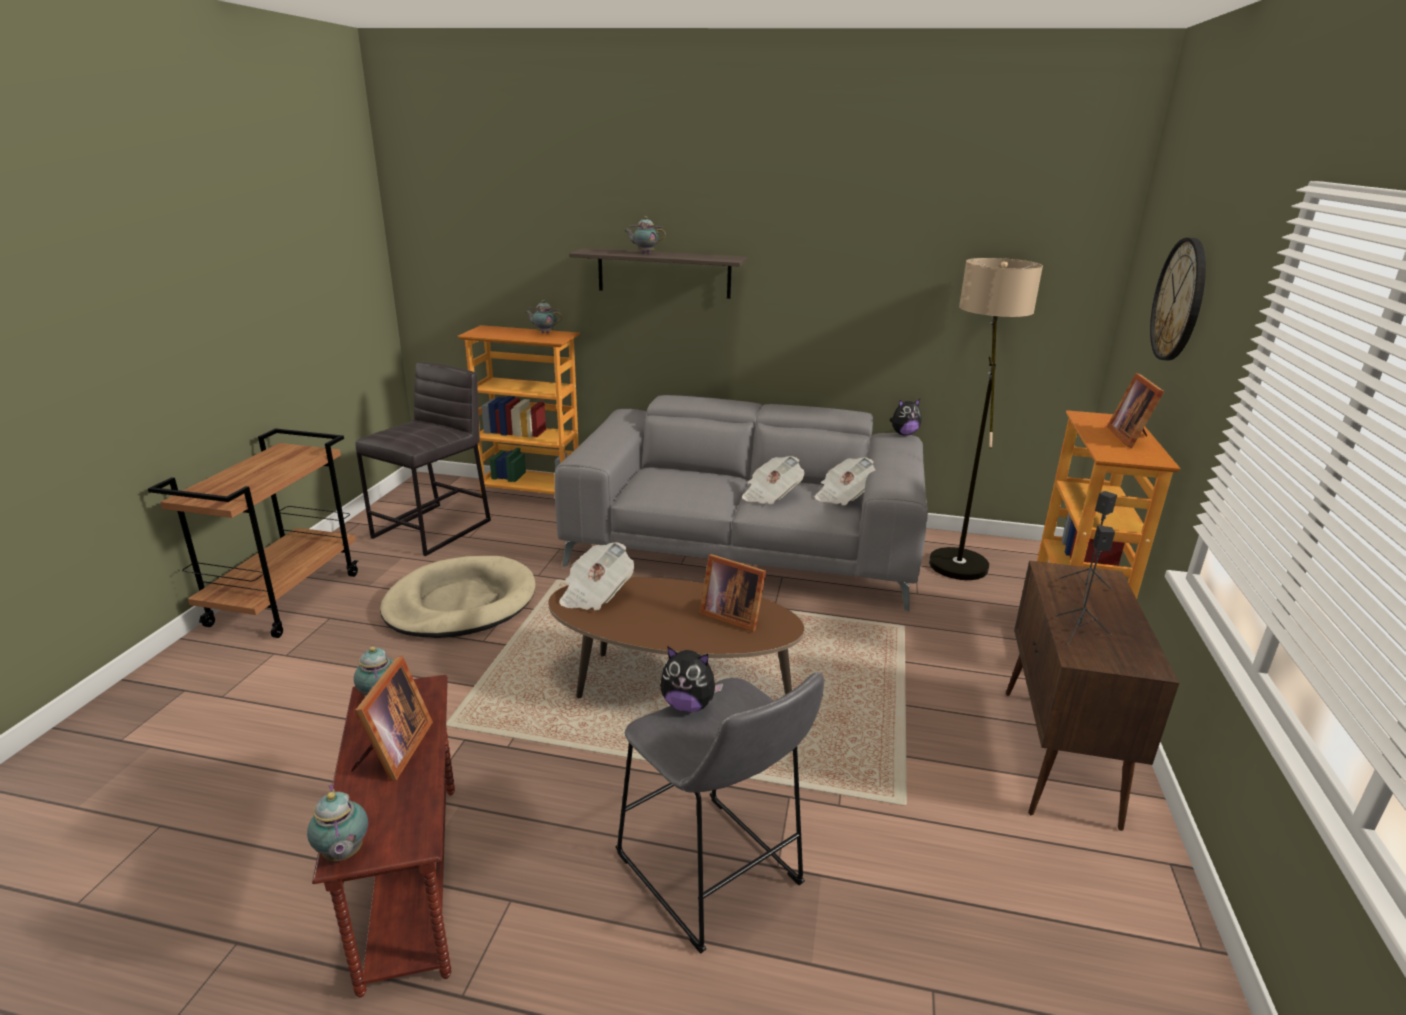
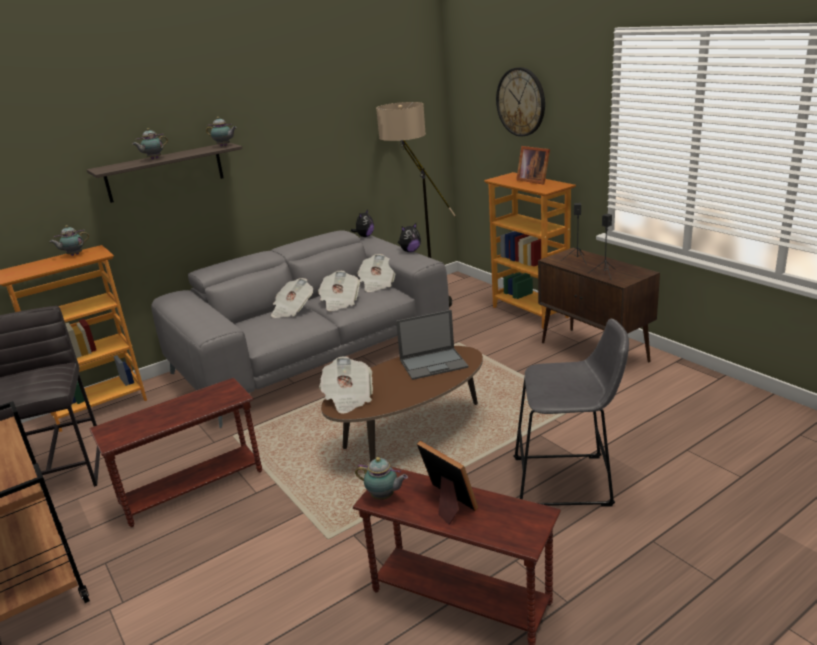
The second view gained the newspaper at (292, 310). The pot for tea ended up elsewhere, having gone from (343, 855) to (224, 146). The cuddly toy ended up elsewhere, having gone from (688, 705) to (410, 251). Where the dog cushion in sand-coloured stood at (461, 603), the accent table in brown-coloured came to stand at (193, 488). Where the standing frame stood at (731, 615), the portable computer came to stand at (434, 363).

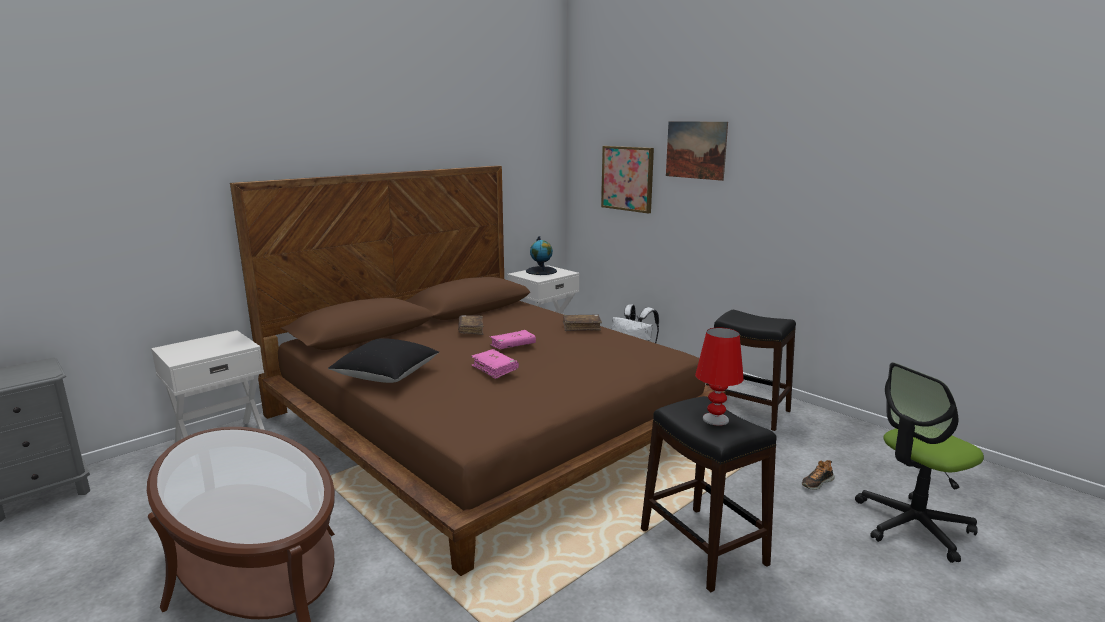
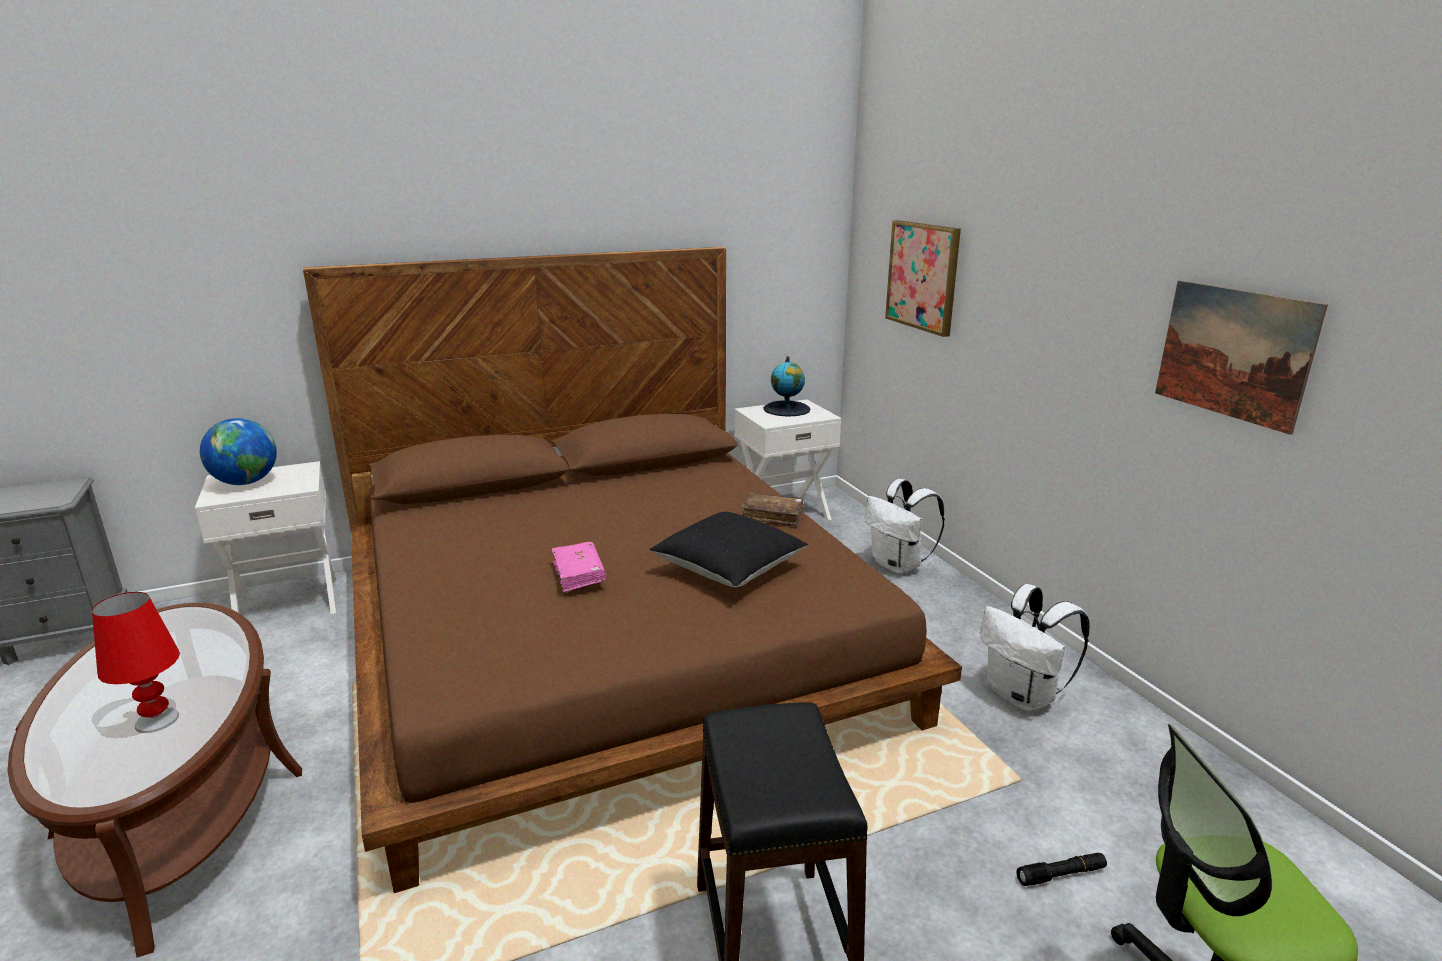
The second view lost the volume in brown-coloured at (471, 330). The second view lost the volume in pink at (513, 346). The second view gained the world globe at (246, 482). The cushion in black-coloured ended up elsewhere, having gone from (386, 376) to (729, 569). The wall picture ended up elsewhere, having gone from (695, 150) to (1233, 353). The lamp for a table in red ended up elsewhere, having gone from (715, 419) to (157, 720). Where the stool in black-coloured stood at (746, 411), the backpack in white came to stand at (1023, 696). Where the item of footwear stood at (817, 482), the hand torch in black-coloured came to stand at (1061, 875).

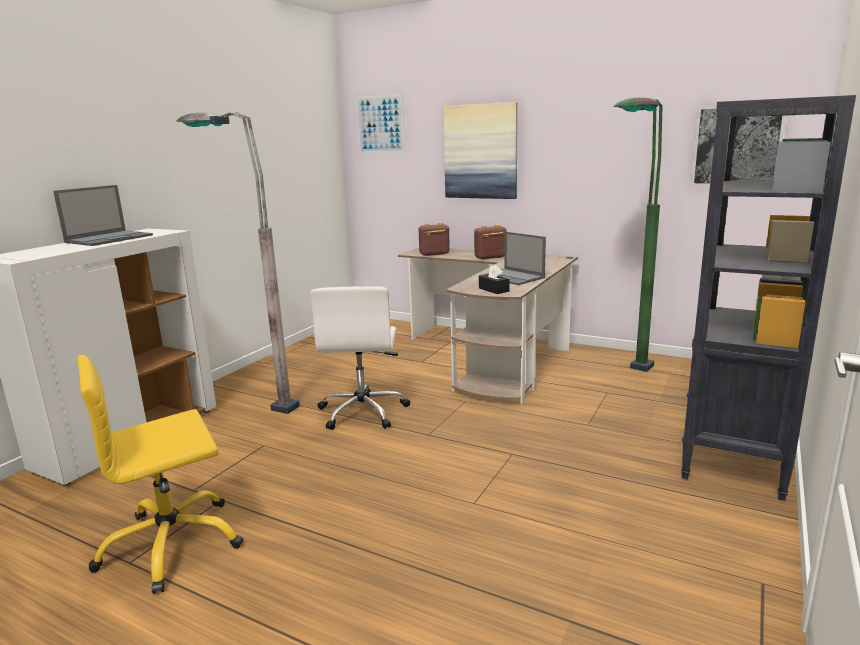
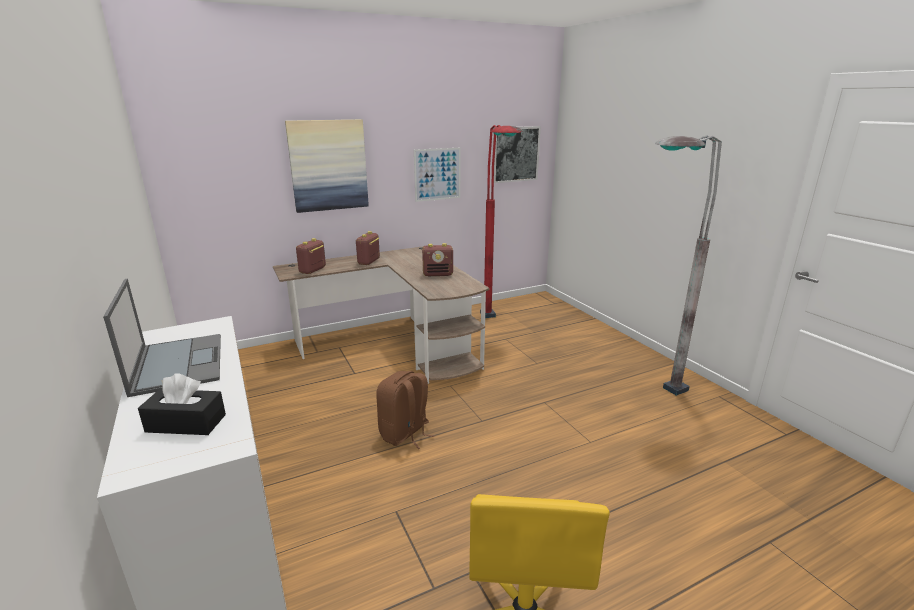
The second view lost the bookcase in black-coloured at (734, 461). The standard lamp in gray ended up elsewhere, having gone from (252, 401) to (648, 398). The wall picture ended up elsewhere, having gone from (380, 124) to (437, 174). The box of tissues in black-coloured ended up elsewhere, having gone from (493, 290) to (186, 423). Where the desk chair in white stood at (363, 412), the backpack in brown-coloured came to stand at (405, 434). Where the portable computer stood at (512, 277), the radio set came to stand at (438, 274). What was the standard lamp in greenish at (625, 379) turned into the standard lamp in red at (496, 326).

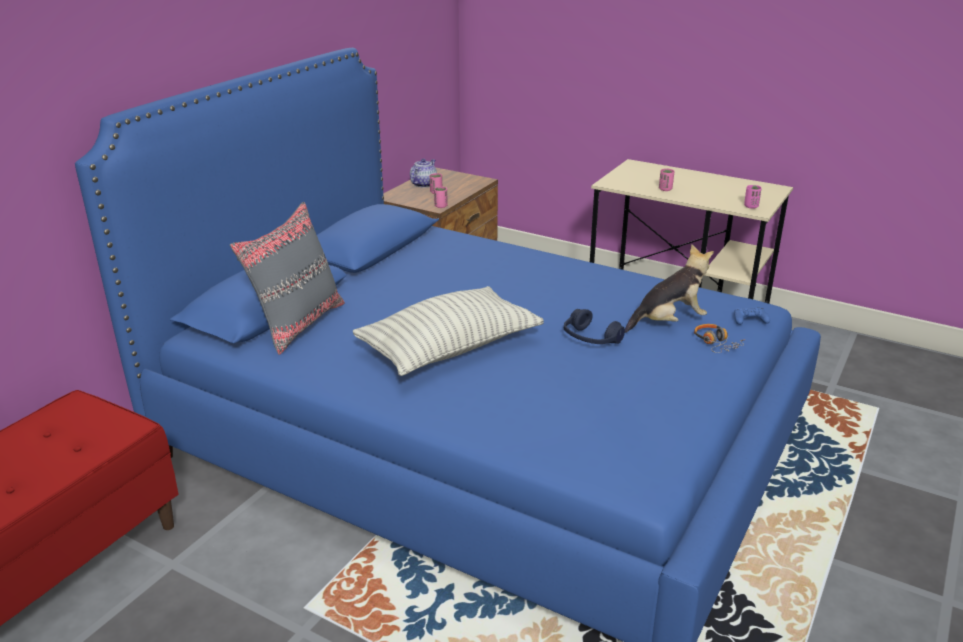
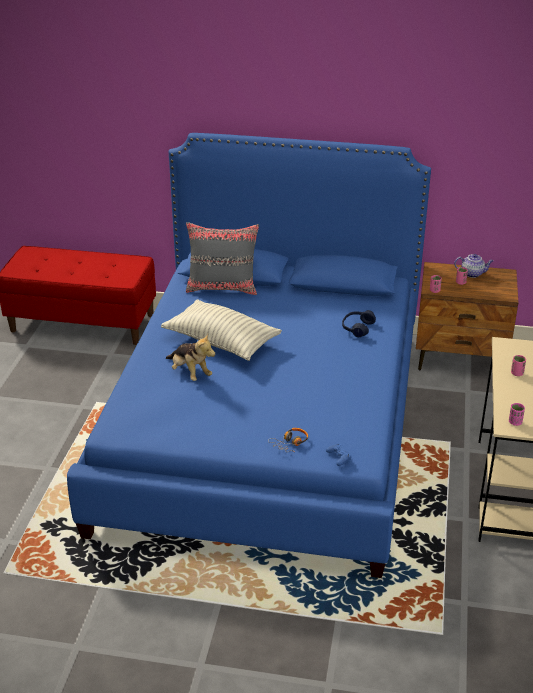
The pair of headphones in blue ended up elsewhere, having gone from (590, 339) to (357, 328). The cuddly toy ended up elsewhere, having gone from (668, 322) to (190, 373).

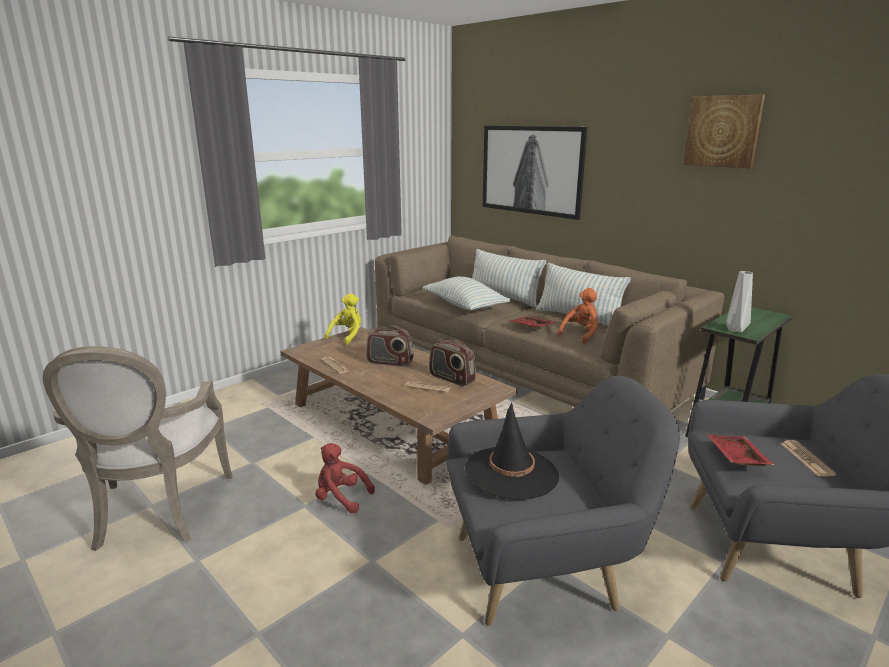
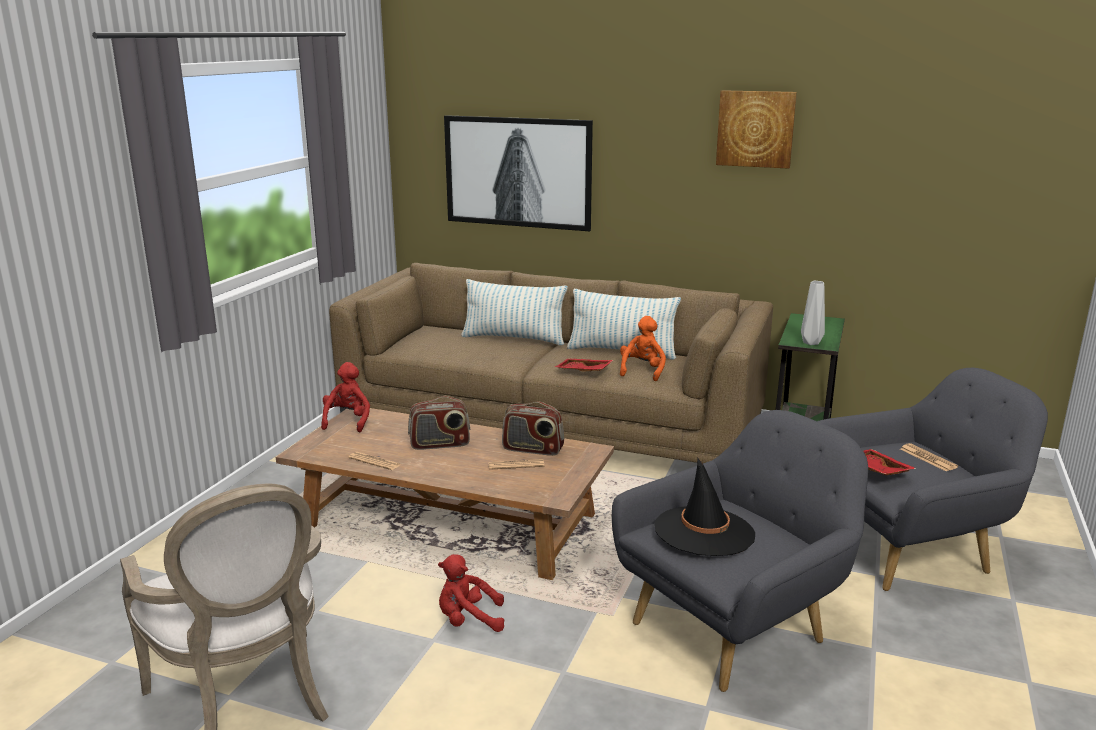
The second view lost the cushion at (464, 306). What was the cuddly toy in yellow at (347, 336) turned into the cuddly toy in red at (348, 421).

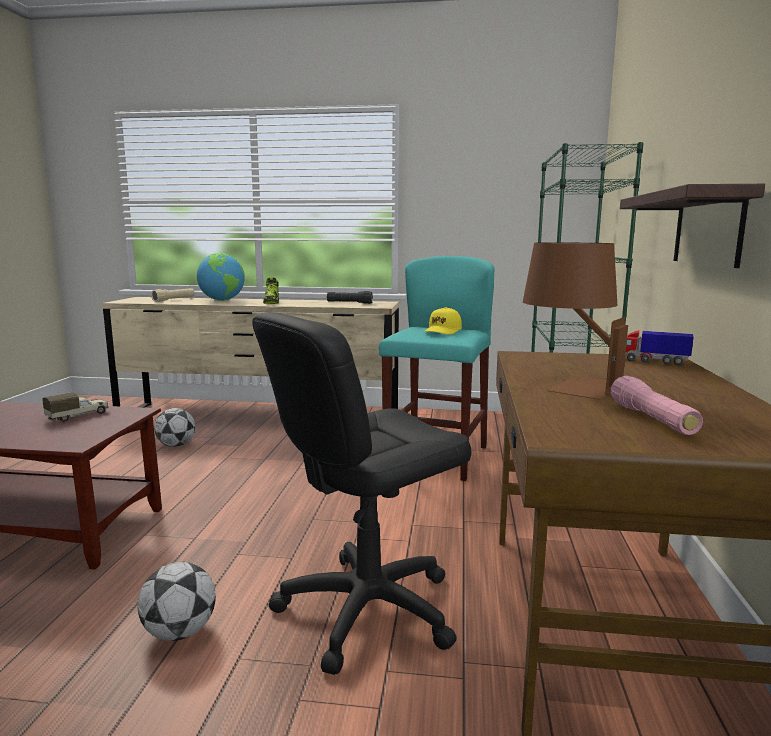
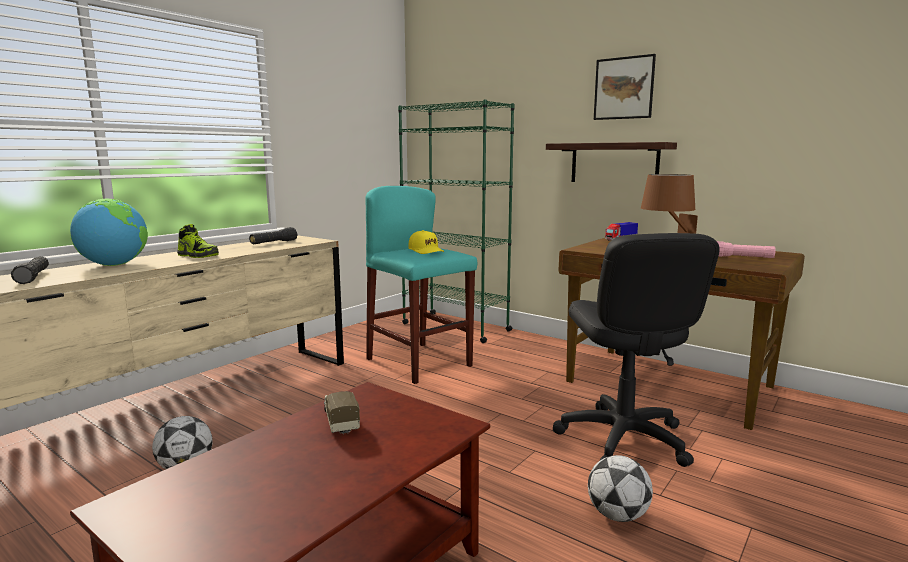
The second view gained the wall picture at (623, 88). What was the hand torch in sand-coloured at (174, 300) turned into the hand torch in black-coloured at (33, 277).

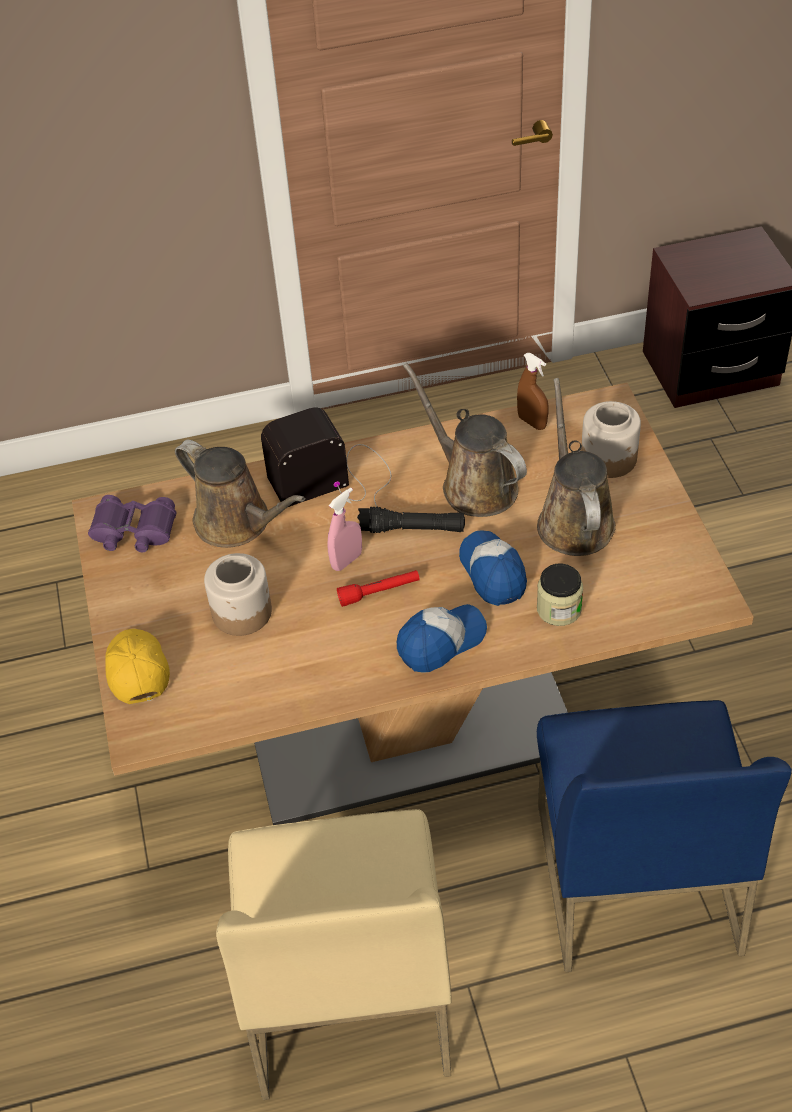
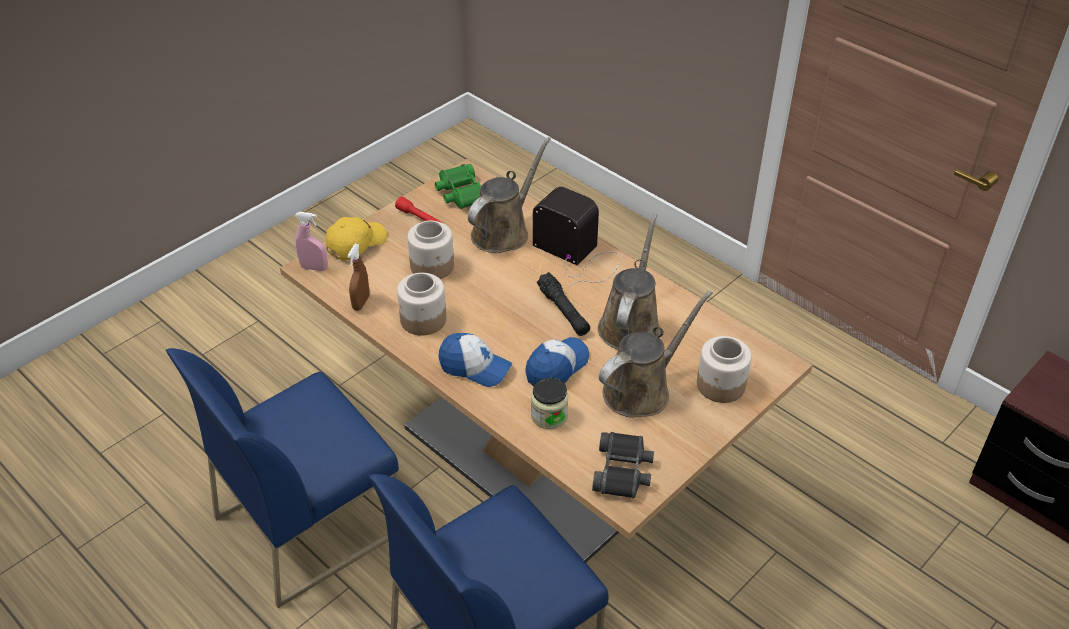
The second view gained the storage jar at (423, 320). The second view gained the pair of binoculars in black-coloured at (623, 471). The sprayer in pink ended up elsewhere, having gone from (346, 561) to (314, 268). The hand torch in red ended up elsewhere, having gone from (379, 592) to (420, 219). The sprayer in brown-coloured ended up elsewhere, having gone from (532, 422) to (361, 303). What was the pair of binoculars in purplish at (134, 532) turned into the pair of binoculars in greenish at (461, 193). What was the upright chair in sand-coloured at (345, 990) turned into the upright chair in blue at (309, 522). The watering can in brown-coloured at (238, 523) ended up facing another way, 150 degrees counterclockwise from before.

